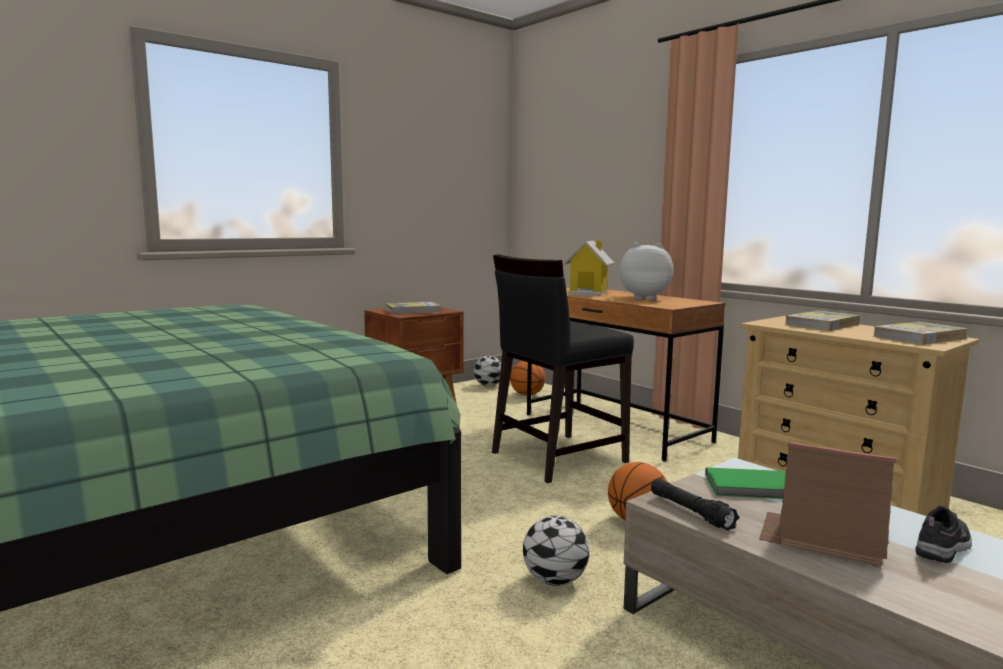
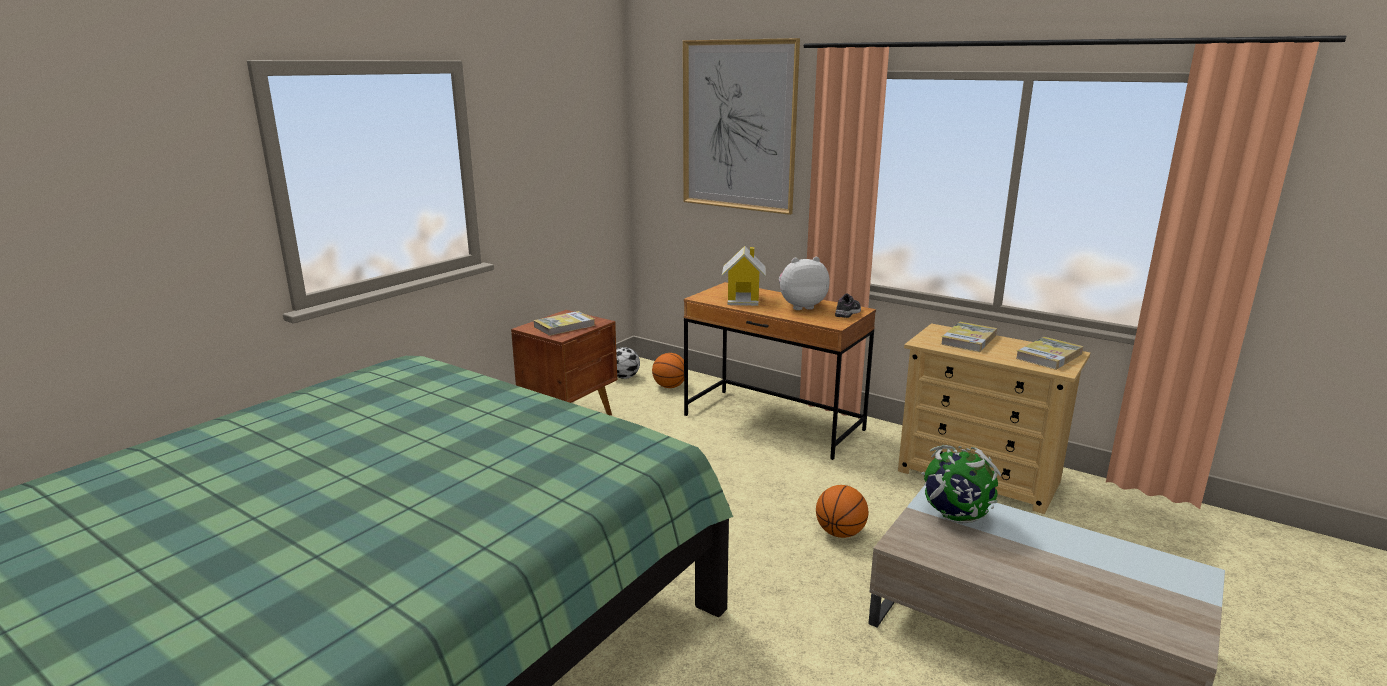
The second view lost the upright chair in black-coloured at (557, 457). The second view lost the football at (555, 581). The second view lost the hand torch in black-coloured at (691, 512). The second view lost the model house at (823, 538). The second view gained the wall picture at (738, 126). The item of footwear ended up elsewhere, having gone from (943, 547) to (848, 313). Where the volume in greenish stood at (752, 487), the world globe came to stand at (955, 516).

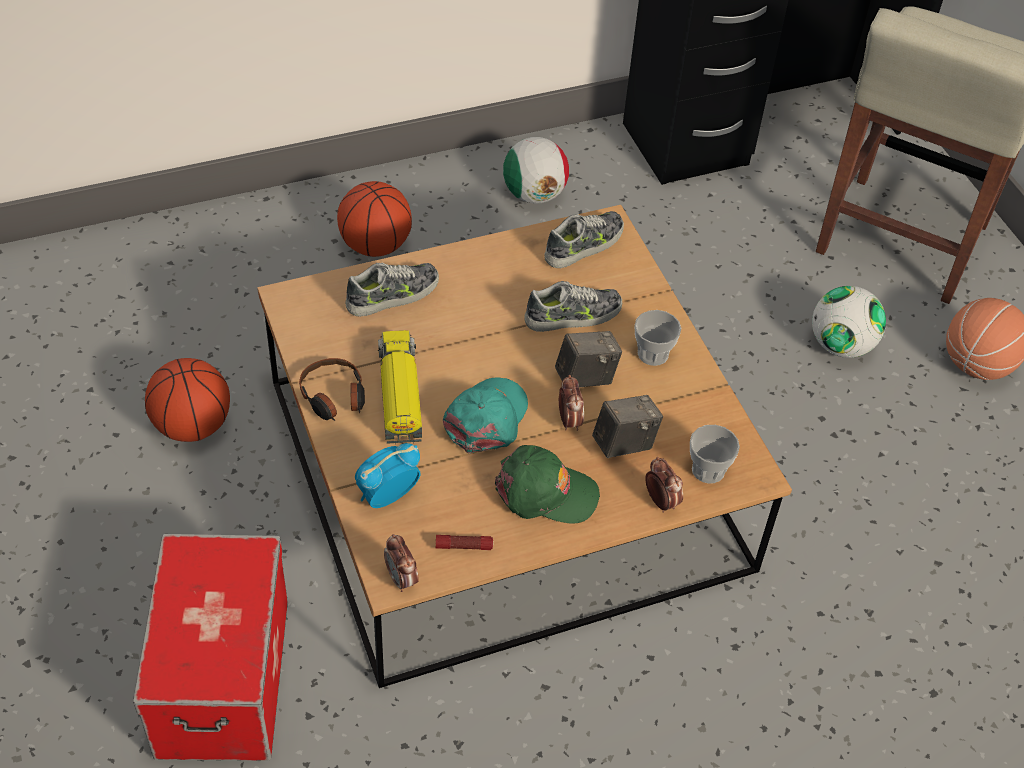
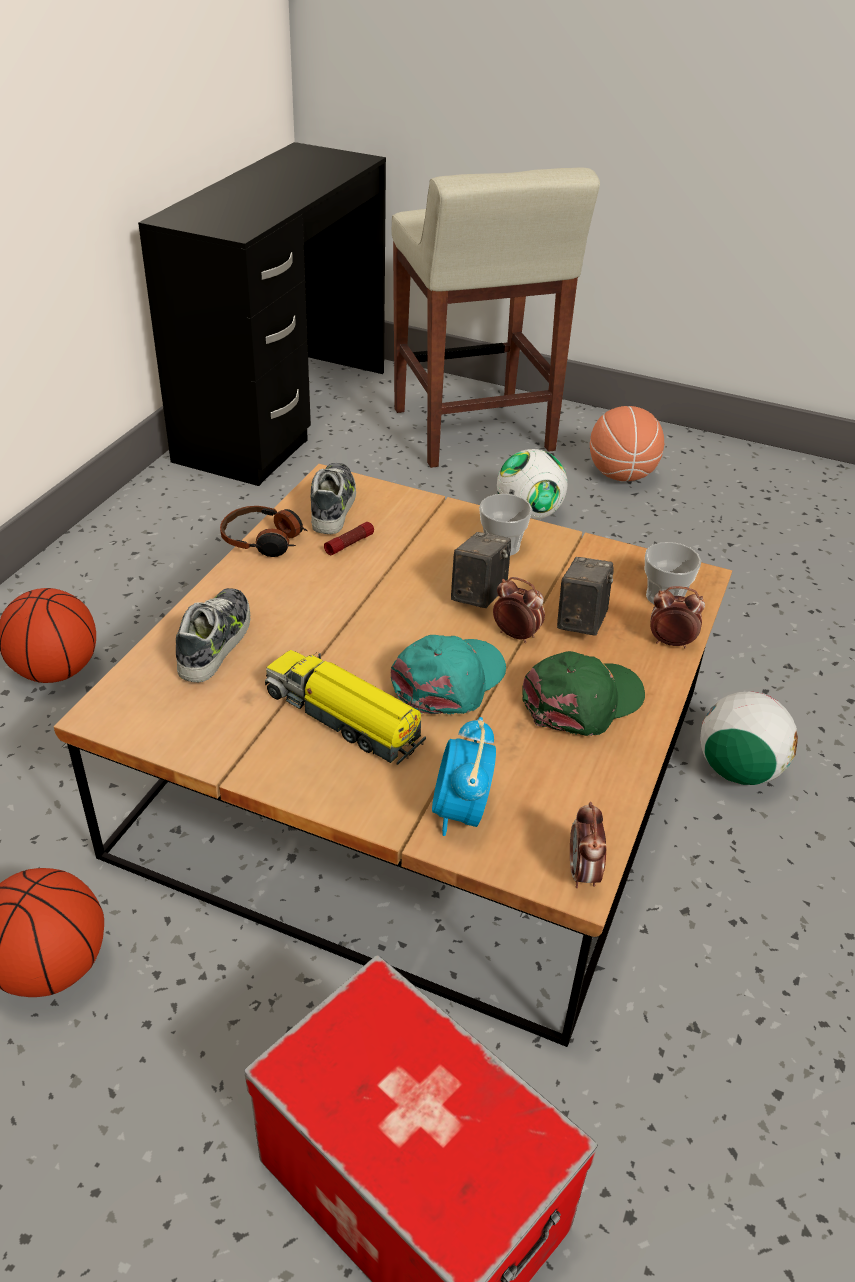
The second view lost the item of footwear at (573, 316). The pair of headphones ended up elsewhere, having gone from (334, 397) to (263, 540). The hand torch ended up elsewhere, having gone from (464, 546) to (349, 544). The football ended up elsewhere, having gone from (534, 195) to (738, 770). The table clock at (401, 579) ended up facing another way, 75 degrees clockwise from before. The cap in turquoise-coloured at (487, 419) ended up facing another way, 60 degrees clockwise from before.

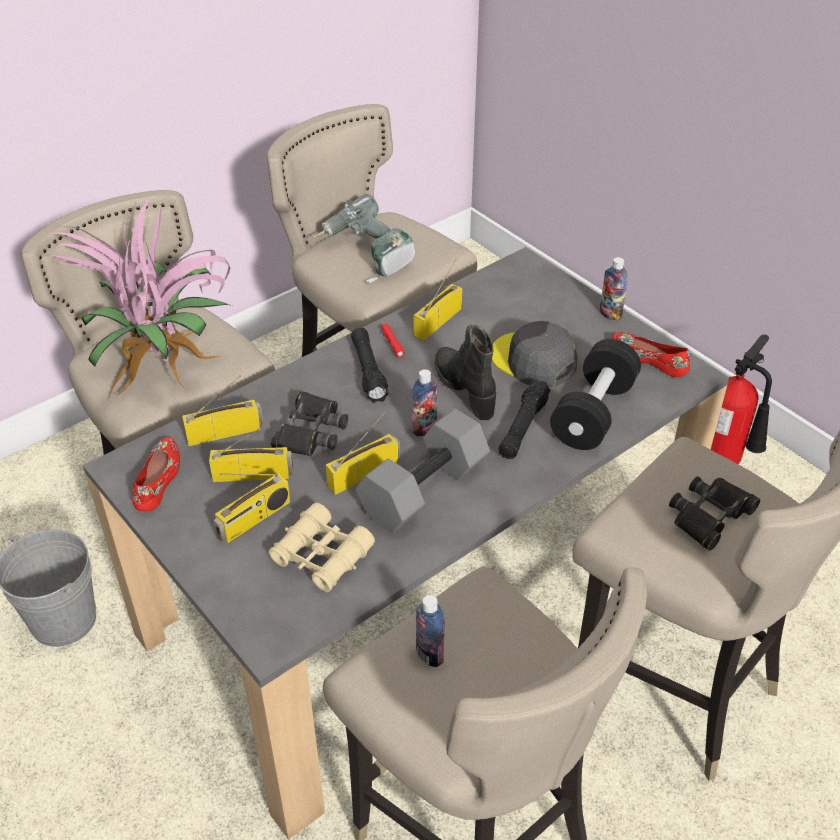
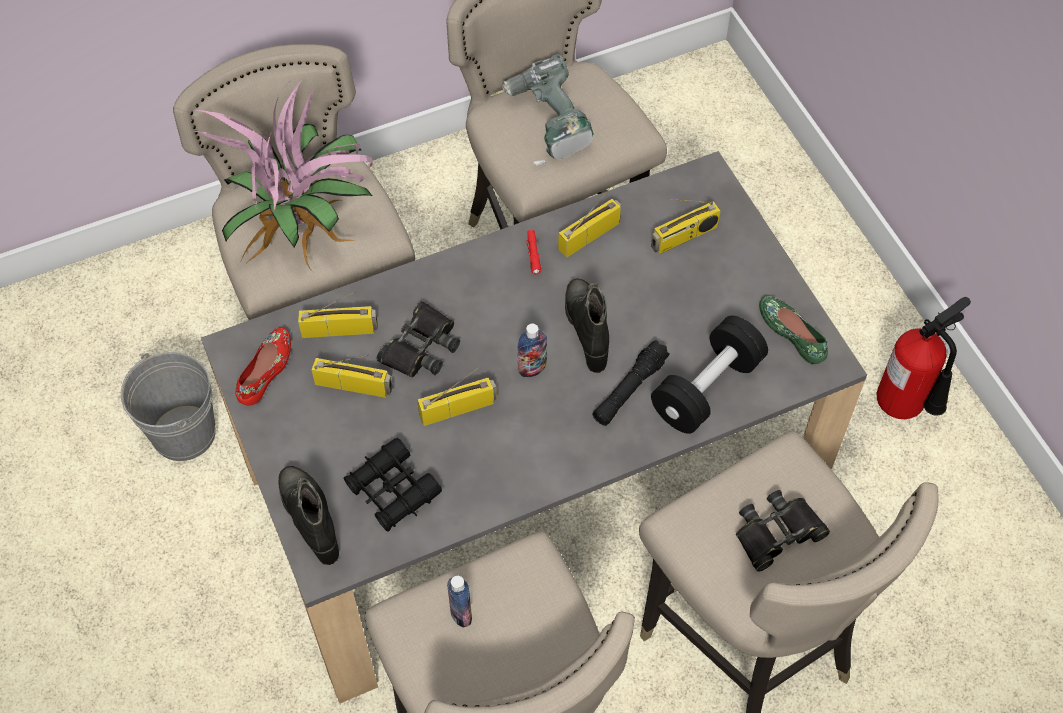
The second view lost the hand torch in black-coloured at (368, 371). The second view lost the hand weight in gray at (423, 488). The second view lost the cap in gray at (533, 361). The second view lost the drink bottle at (610, 314). The second view gained the tall boot in black-coloured at (311, 518). The radio set ended up elsewhere, having gone from (254, 520) to (684, 237). What was the pair of binoculars in sand-coloured at (322, 556) turned into the pair of binoculars in black-coloured at (393, 490). What was the item of footwear in red at (649, 358) turned into the item of footwear in greenish at (792, 332).

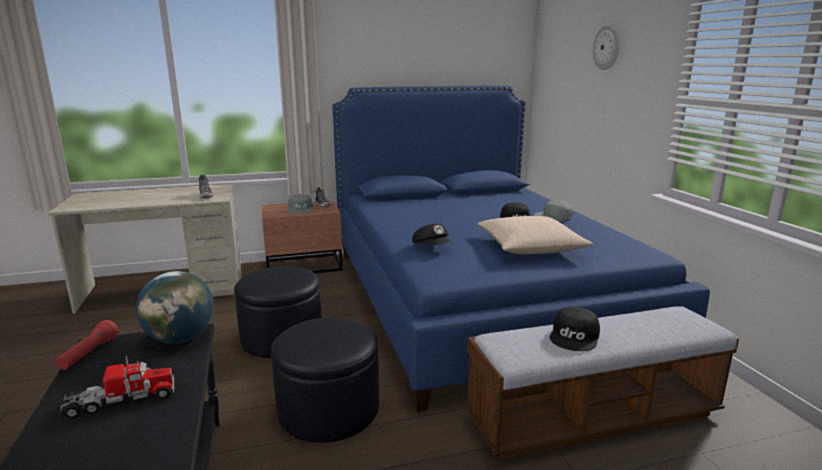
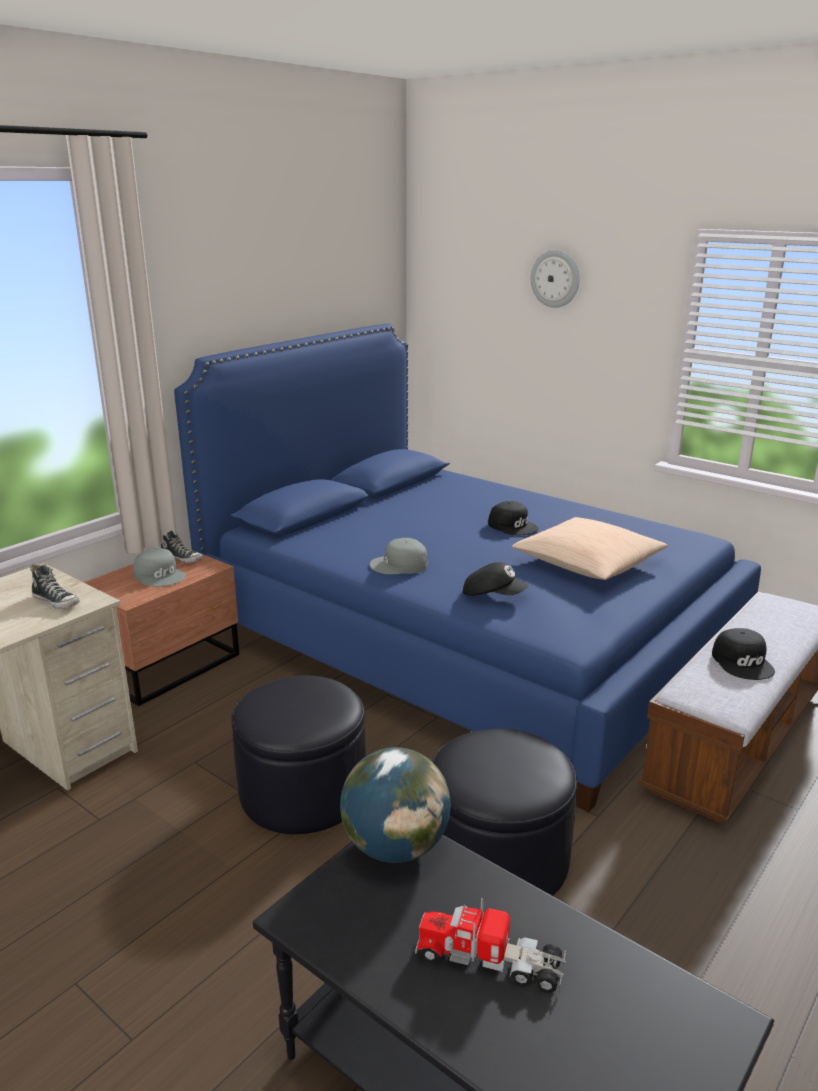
The second view lost the hand torch in red at (89, 354). The cap in gray ended up elsewhere, having gone from (553, 217) to (399, 565). The toy lorry at (121, 401) ended up facing another way, 105 degrees counterclockwise from before.

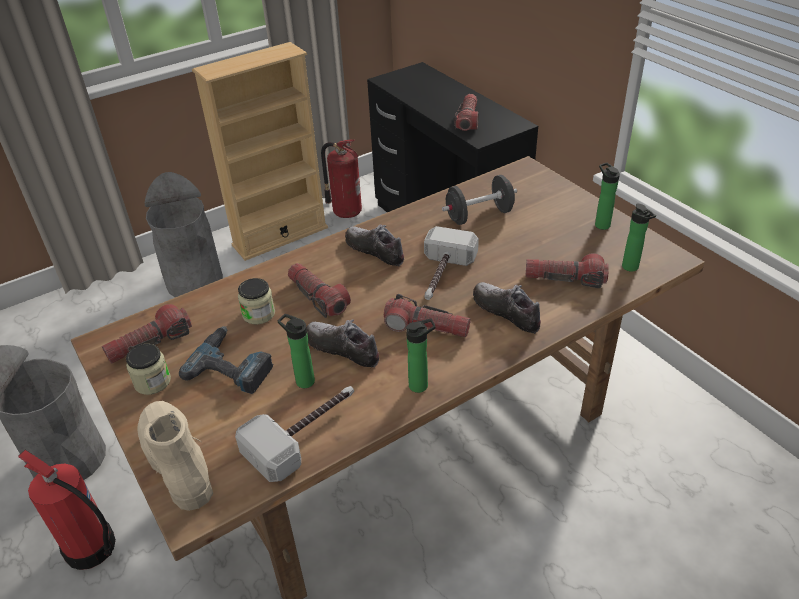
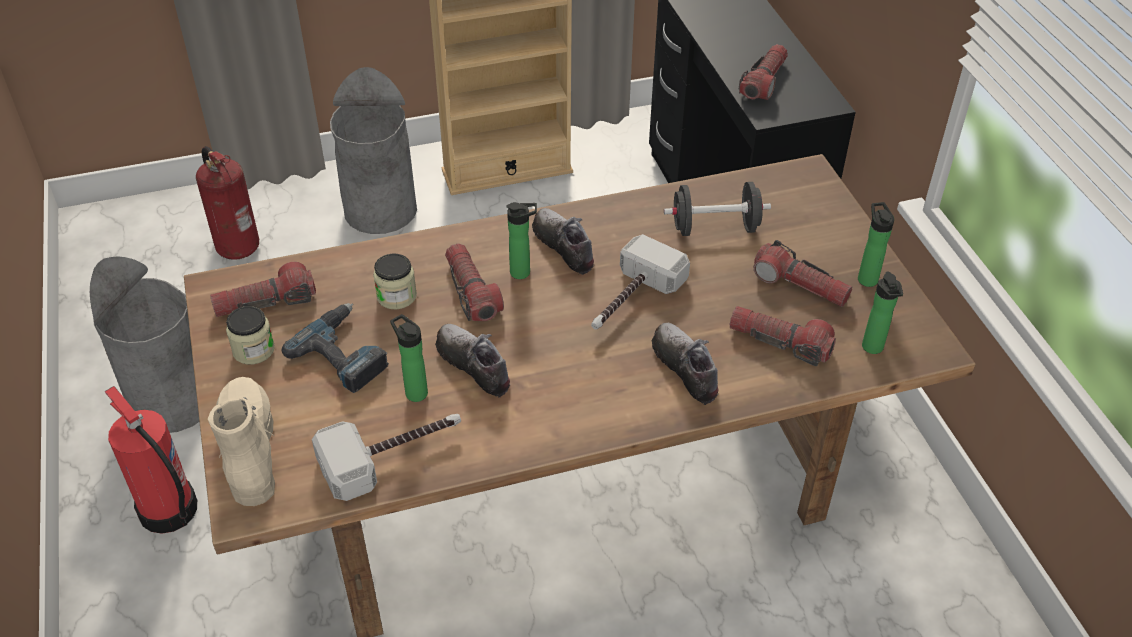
The fire-fighting cylinder ended up elsewhere, having gone from (346, 211) to (237, 246). The hand torch ended up elsewhere, having gone from (426, 328) to (800, 286). The drink bottle ended up elsewhere, having gone from (421, 385) to (523, 272).

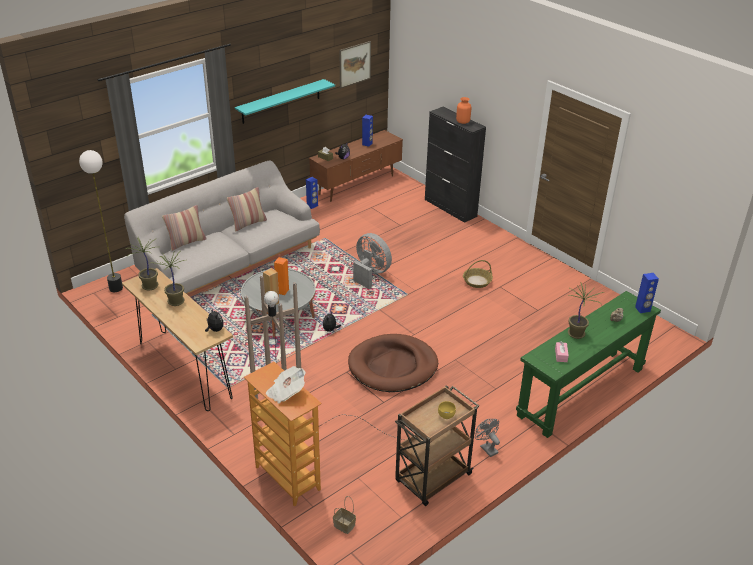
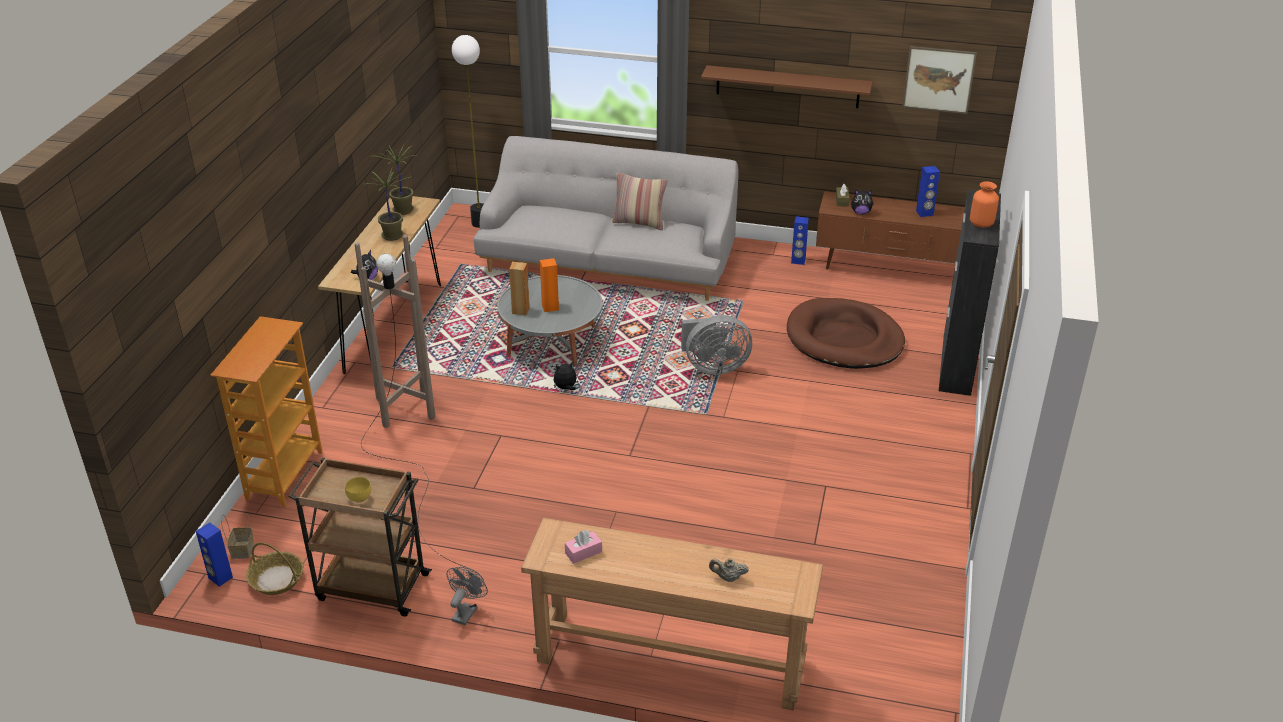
The second view lost the cushion at (186, 242). The second view lost the newspaper at (286, 392). The second view lost the plant in a pot at (577, 334). The dog cushion in brown-coloured ended up elsewhere, having gone from (393, 366) to (844, 339). The basket ended up elsewhere, having gone from (477, 281) to (276, 579). The audio speaker in blue ended up elsewhere, having gone from (642, 309) to (220, 578). What was the bracket shelf in turquoise-coloured at (281, 101) turned into the bracket shelf in brown-coloured at (787, 87). What was the hall table in greenish at (581, 391) turned into the hall table in brown-coloured at (670, 660). The fan in gray at (370, 273) ended up facing another way, 75 degrees clockwise from before.

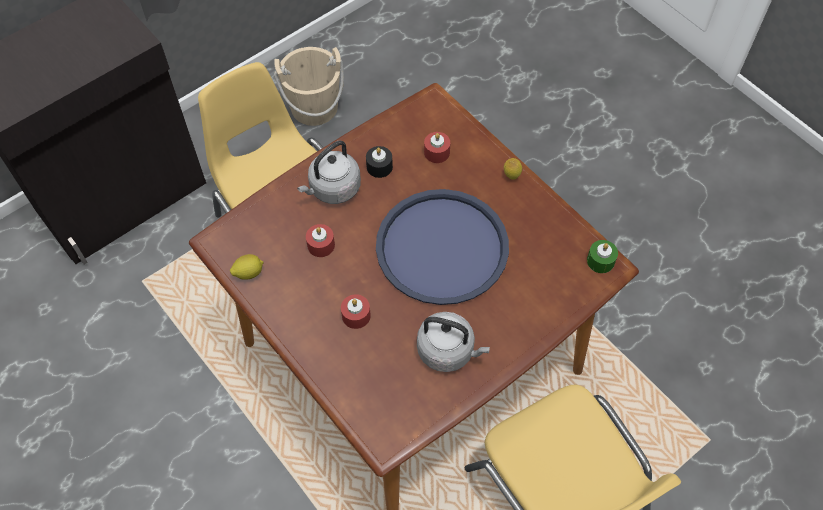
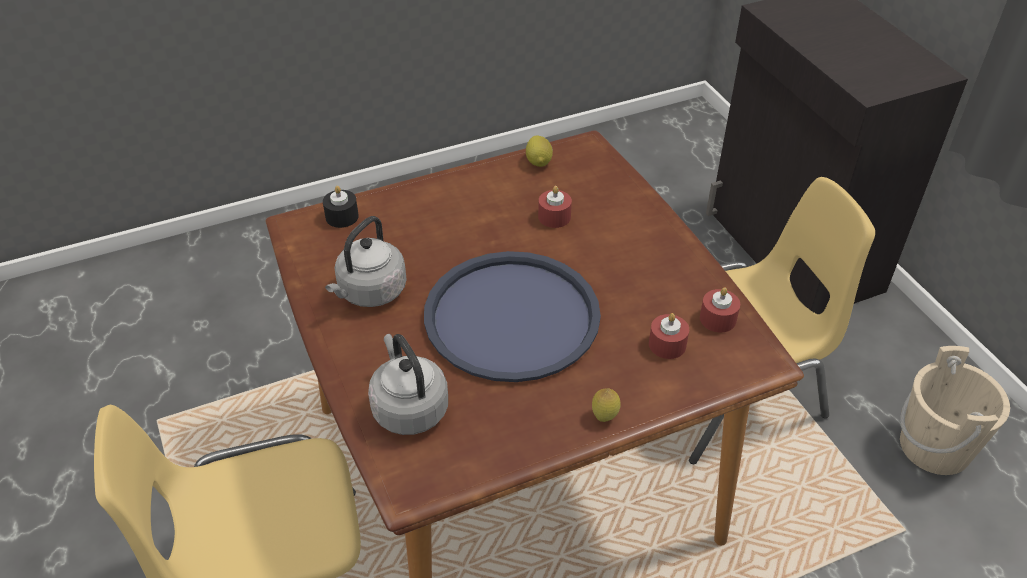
The second view lost the wax light in greenish at (600, 261). The kettle in gray ended up elsewhere, having gone from (333, 189) to (408, 407). The wax light in red ended up elsewhere, having gone from (356, 315) to (718, 319). The wax light in black-coloured ended up elsewhere, having gone from (379, 167) to (342, 216).

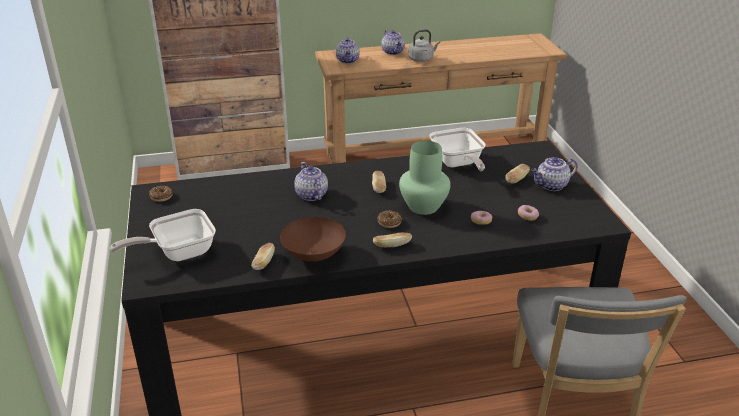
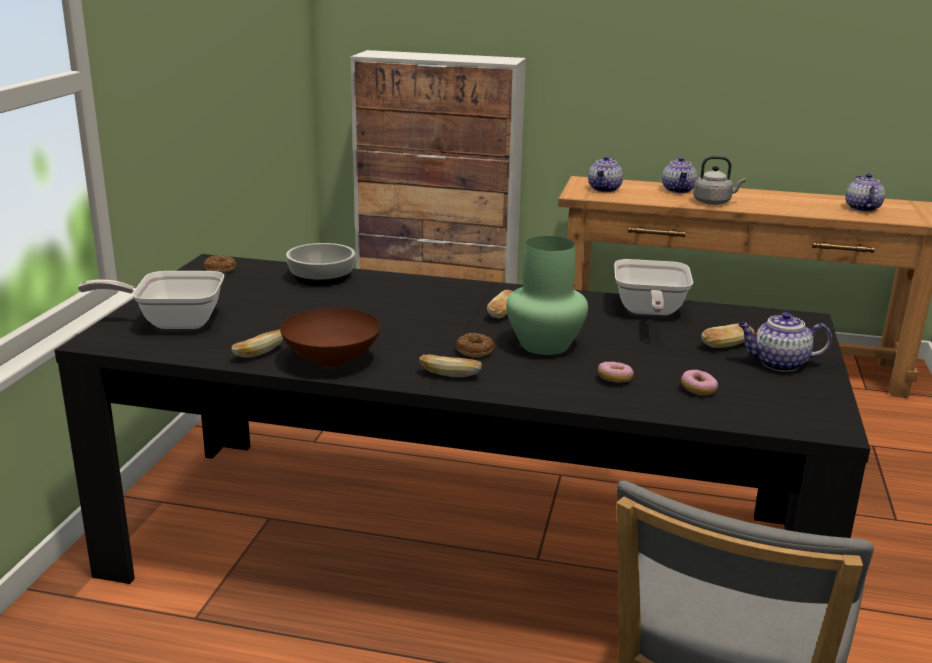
The second view gained the bowl at (322, 277). The pot for tea ended up elsewhere, having gone from (311, 195) to (861, 208).

